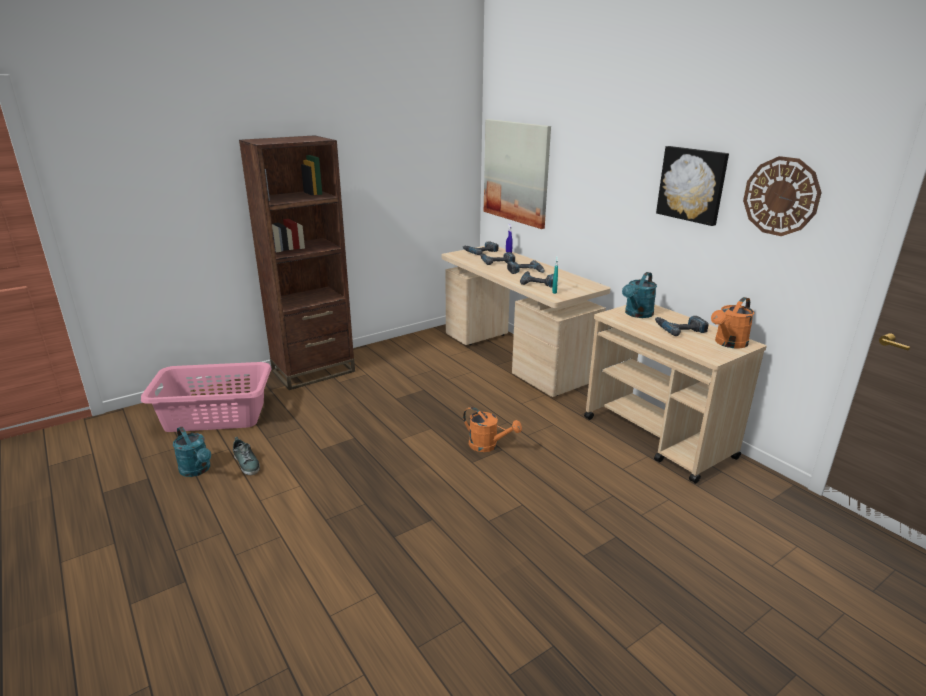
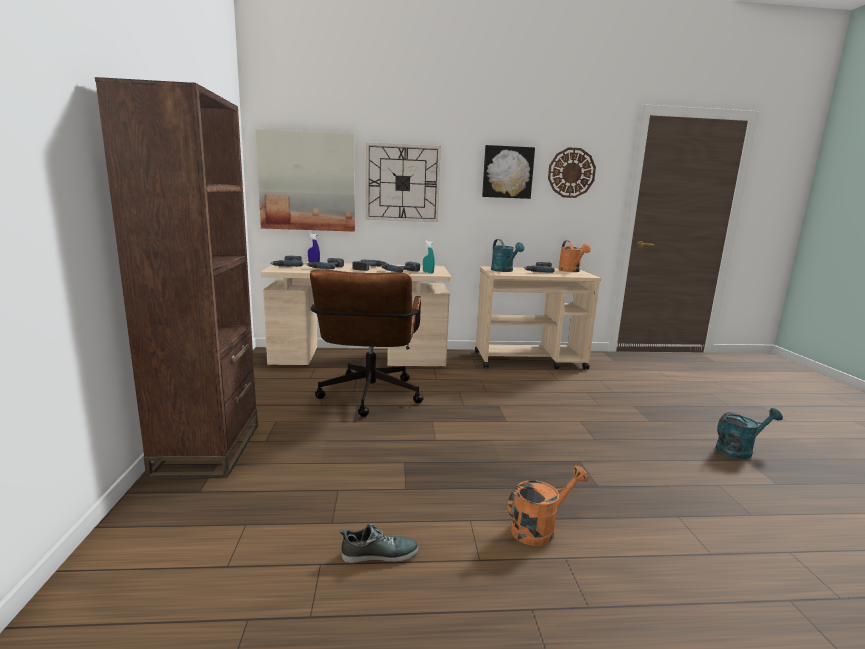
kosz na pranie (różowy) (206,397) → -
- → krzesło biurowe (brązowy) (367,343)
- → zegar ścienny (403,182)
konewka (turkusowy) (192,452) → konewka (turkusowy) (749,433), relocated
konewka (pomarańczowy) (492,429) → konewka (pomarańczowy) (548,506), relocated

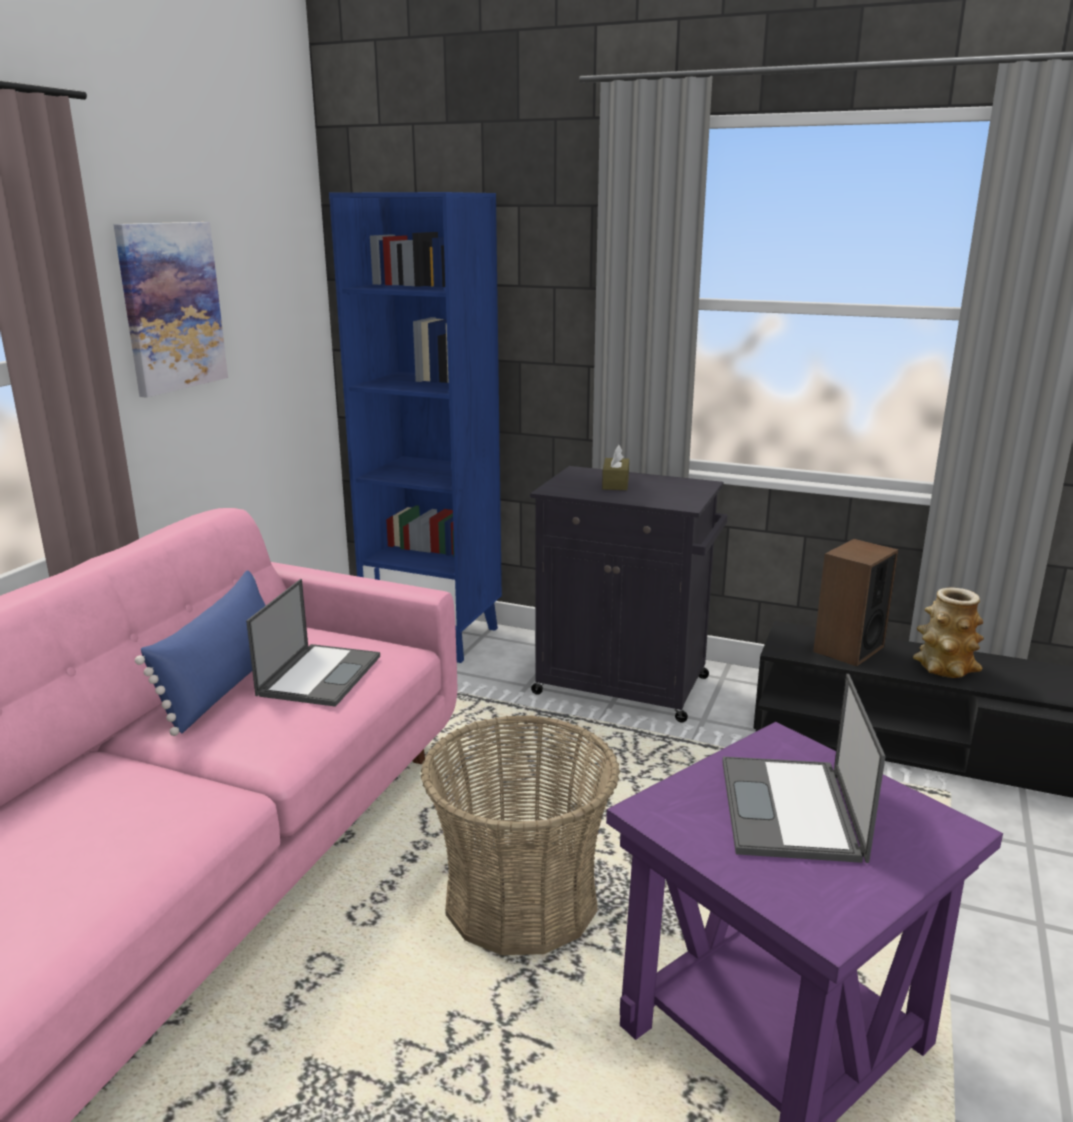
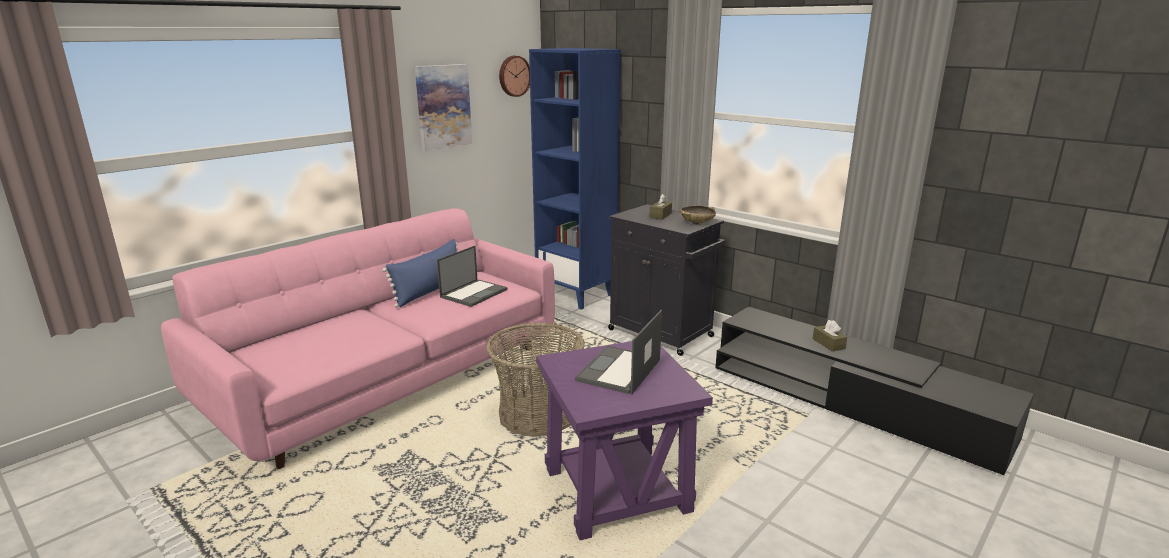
głośnik (855,602) → -
- → zegar ścienny (514,76)
- → miska (beżowy) (698,215)
wazon (948,633) → pudełko chusteczek (brązowy) (830,336)

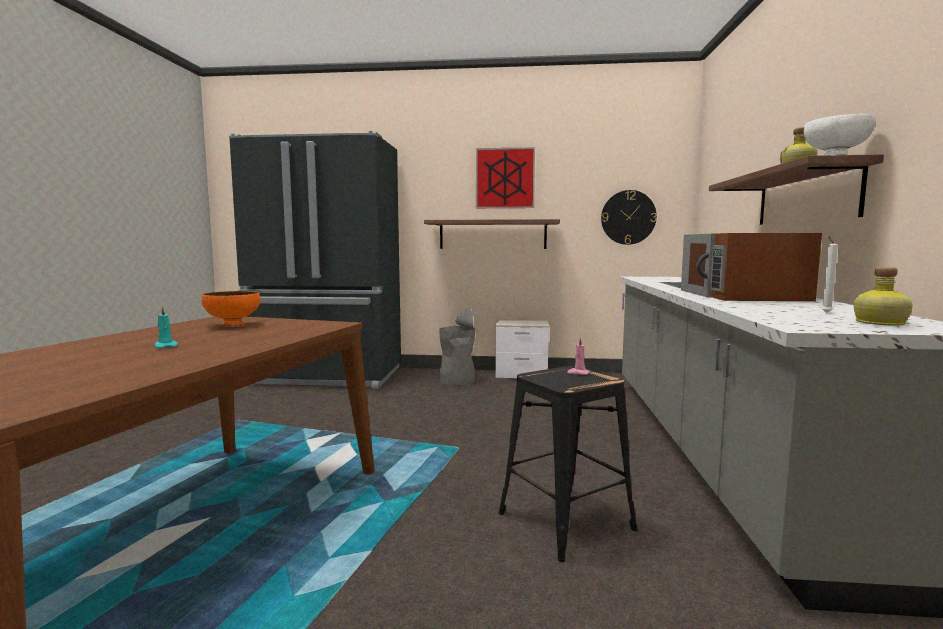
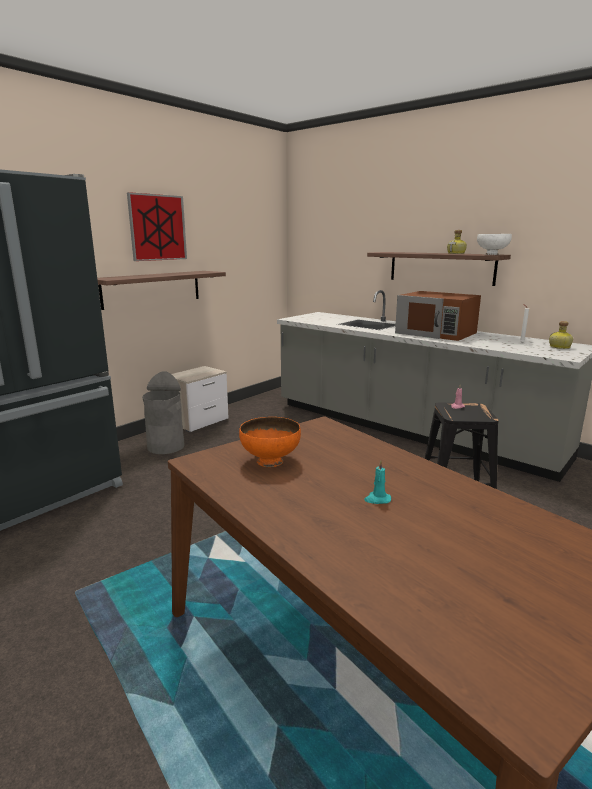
zegar ścienny (629,217) → -

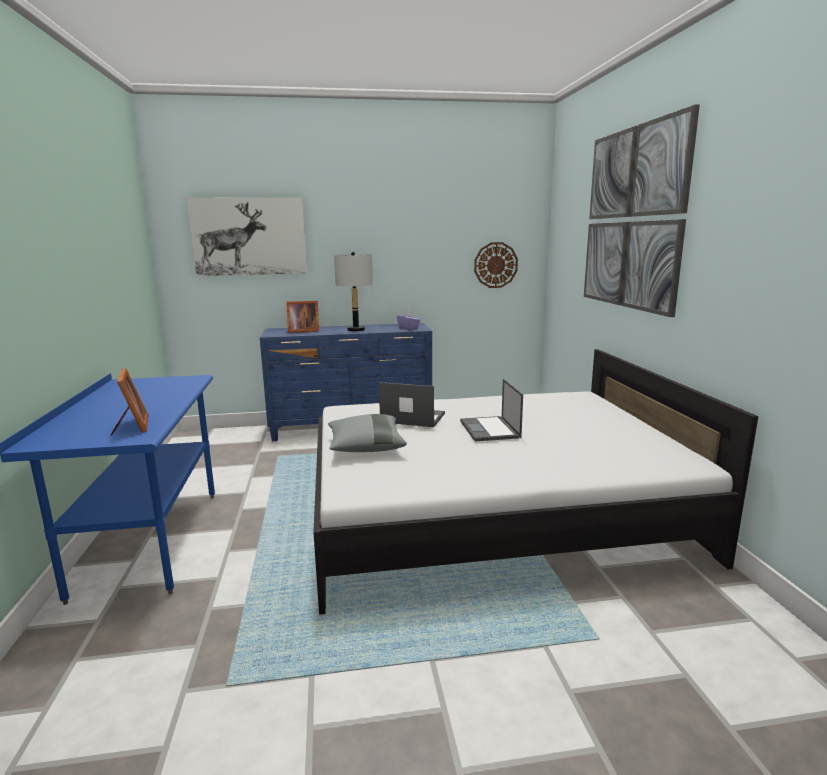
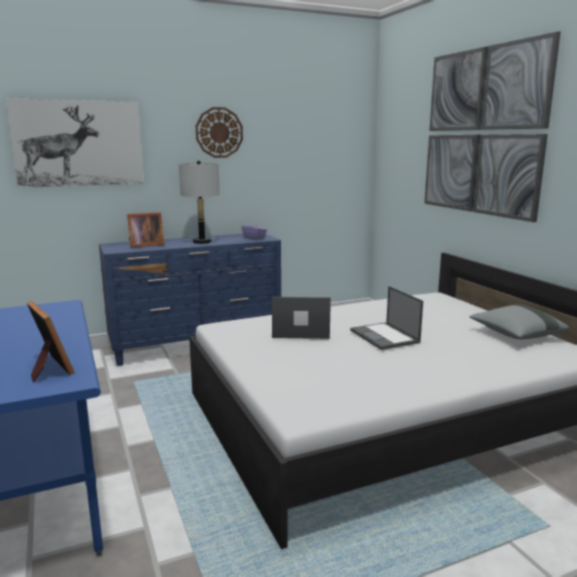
poduszka (szary) (367,433) → poduszka (szary) (520,322), relocated
zegar ścienny (496,265) → zegar ścienny (219,132), relocated

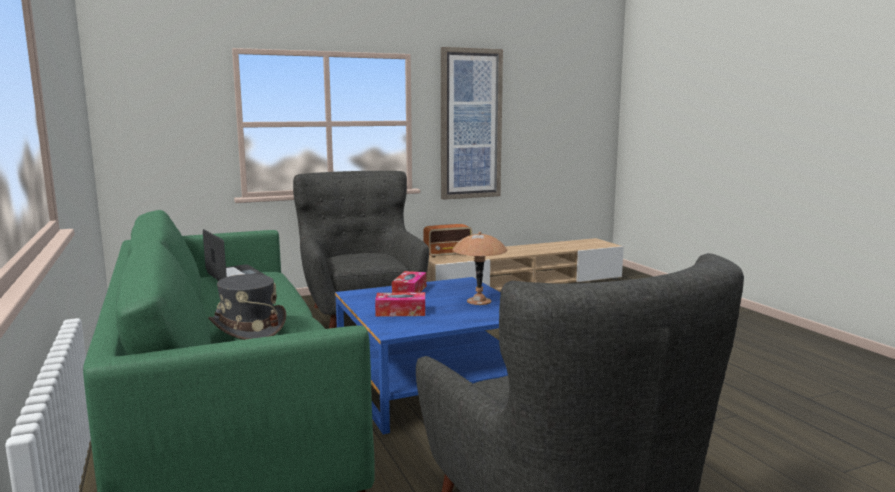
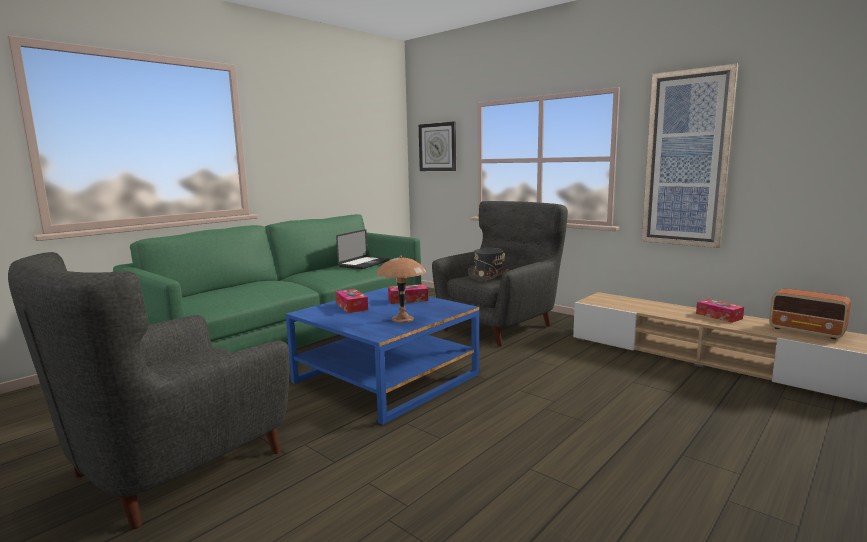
- → zegar ścienny (437,146)
- → pudełko chusteczek (720,311)
kapelusz (szary) (247,307) → kapelusz (szary) (488,264), relocated
radio (447,240) → radio (810,314), relocated

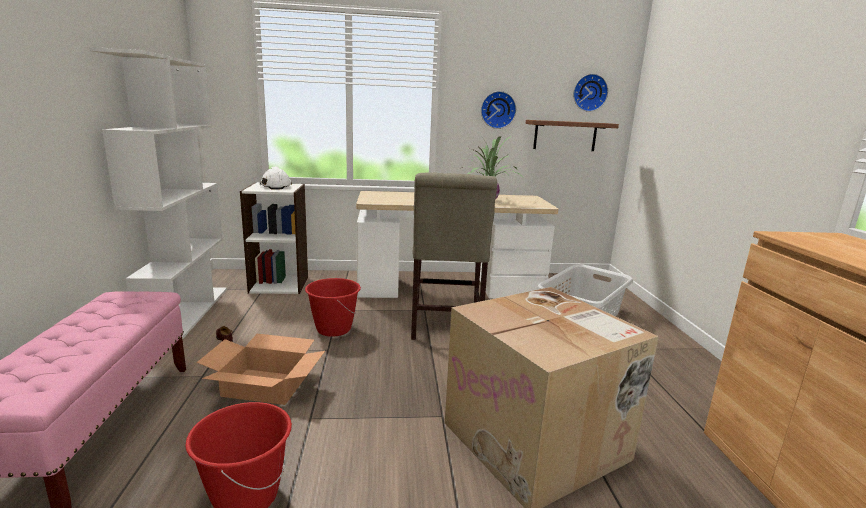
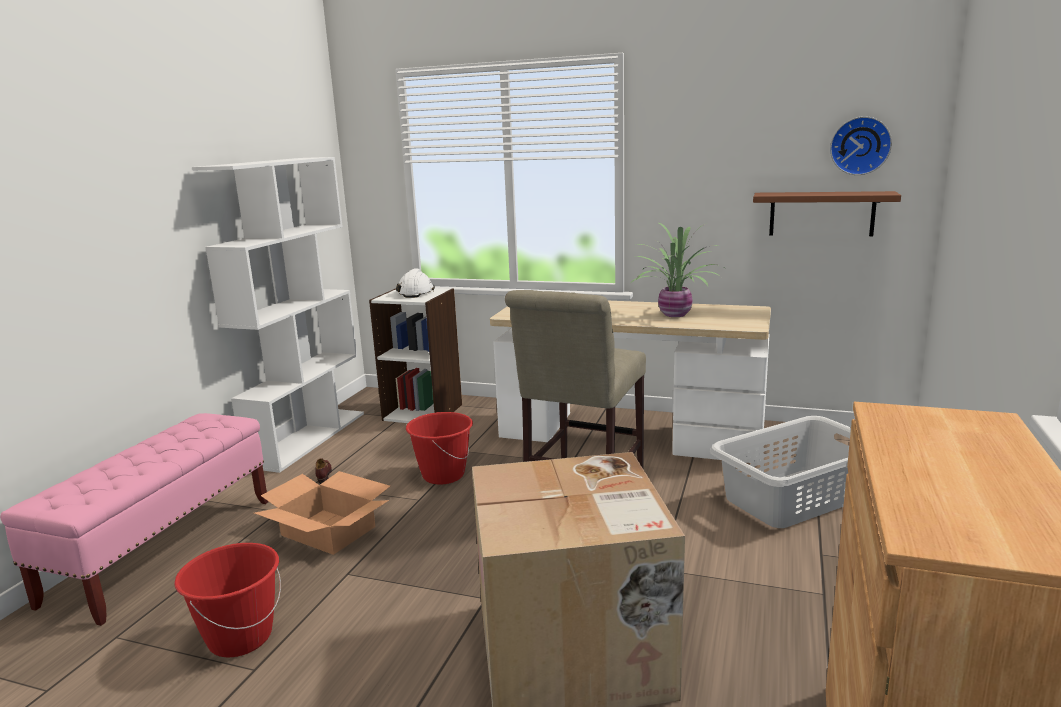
zegar ścienny (498,110) → -

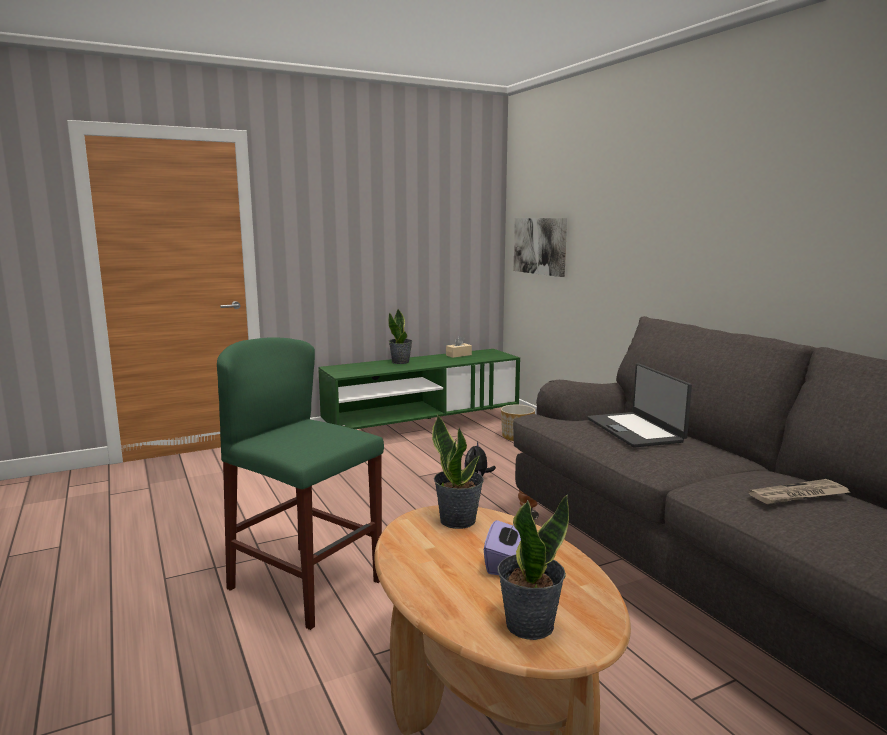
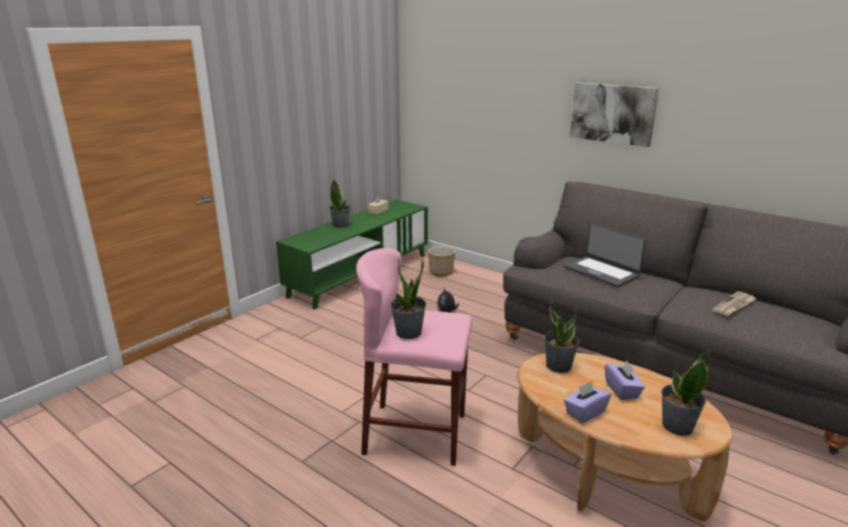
- → roślina doniczkowa (408,298)
- → pudełko chusteczek (fioletowy) (587,402)
obraz (540,247) → obraz (614,114), relocated
stołek (zielony) (300,483) → stołek (różowy) (414,357)

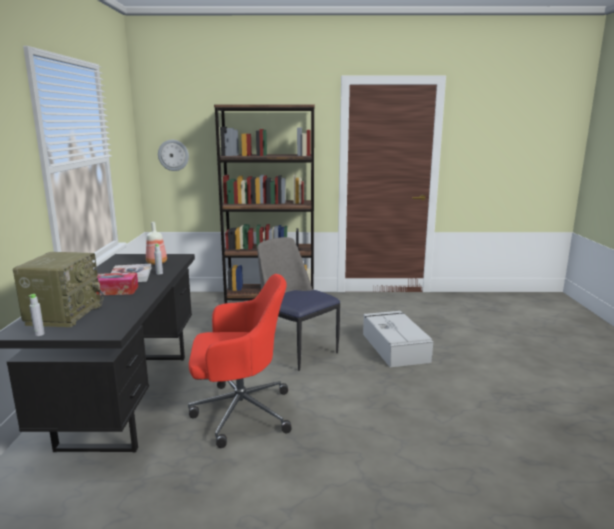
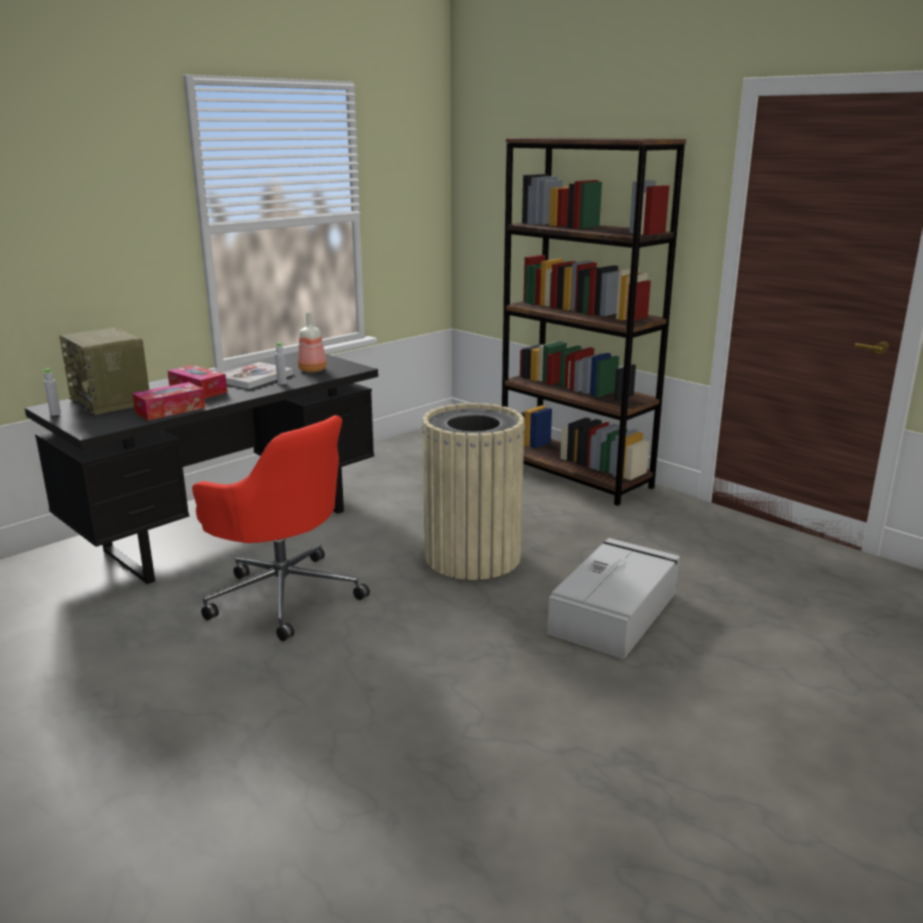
zegar ścienny (173,155) → -
- → pudełko chusteczek (168,401)
krzesło (298,304) → kosz na śmieci (beżowy) (473,491)
radio (58,289) → radio (104,371), 90 degrees clockwise

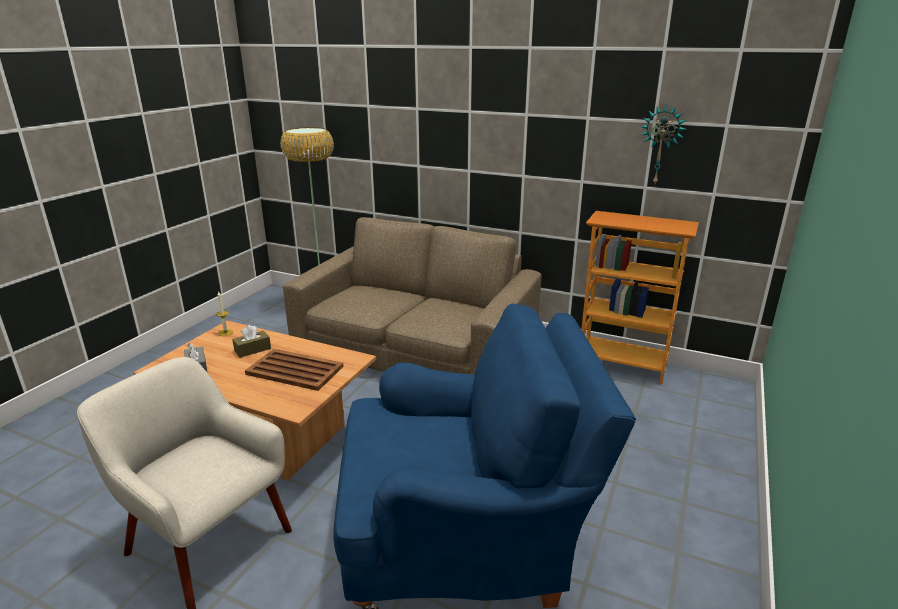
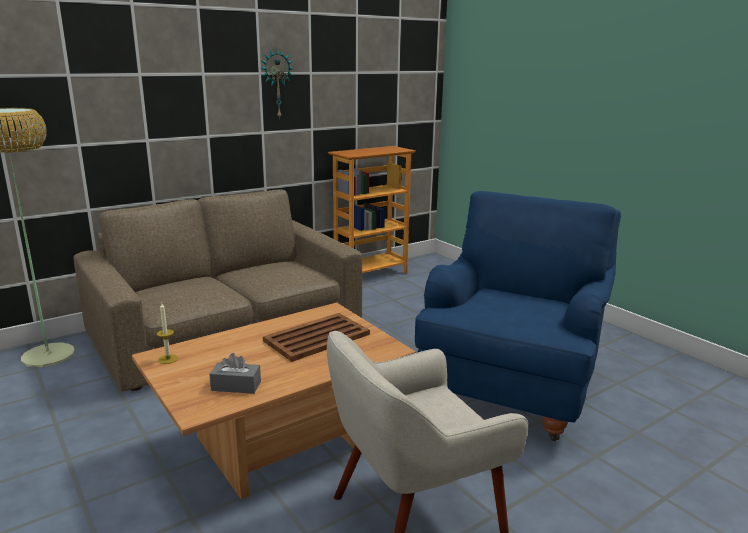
pudełko chusteczek (brązowy) (251,341) → -
zegar ścienny (663,144) → zegar ścienny (277,84), relocated

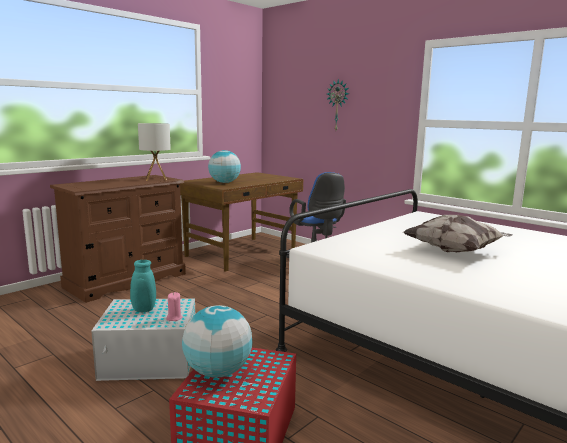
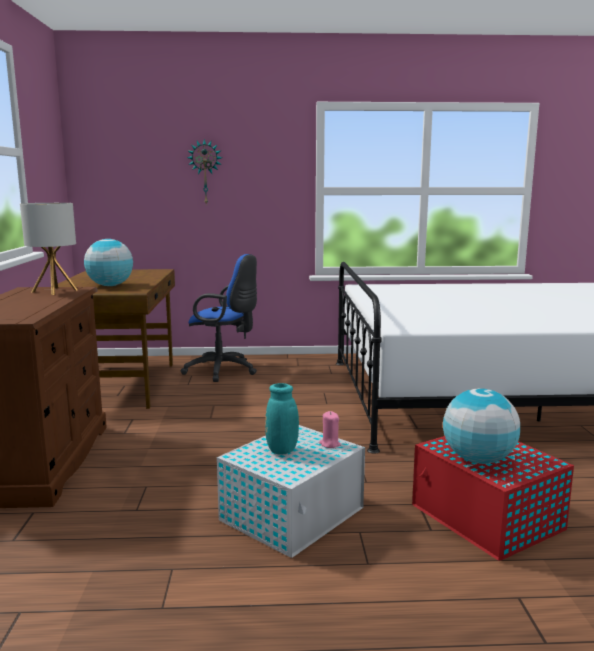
poduszka (457,233) → -

